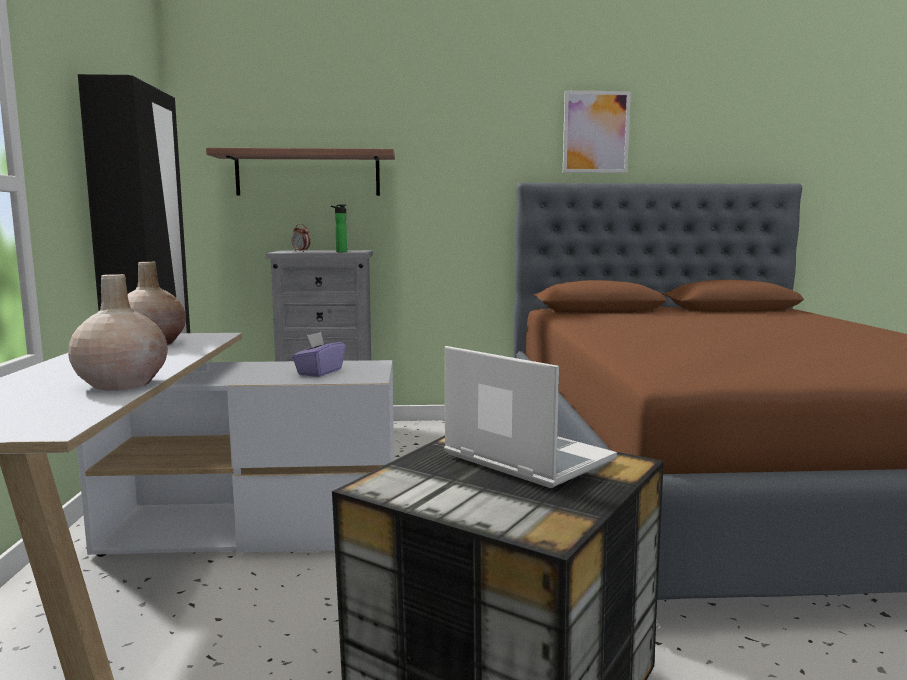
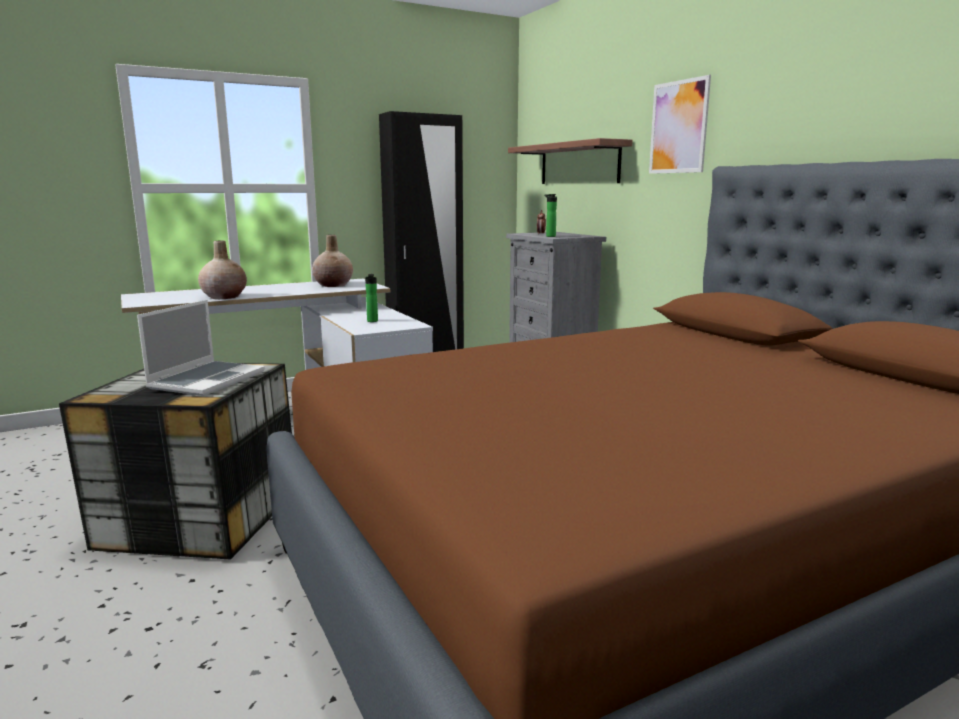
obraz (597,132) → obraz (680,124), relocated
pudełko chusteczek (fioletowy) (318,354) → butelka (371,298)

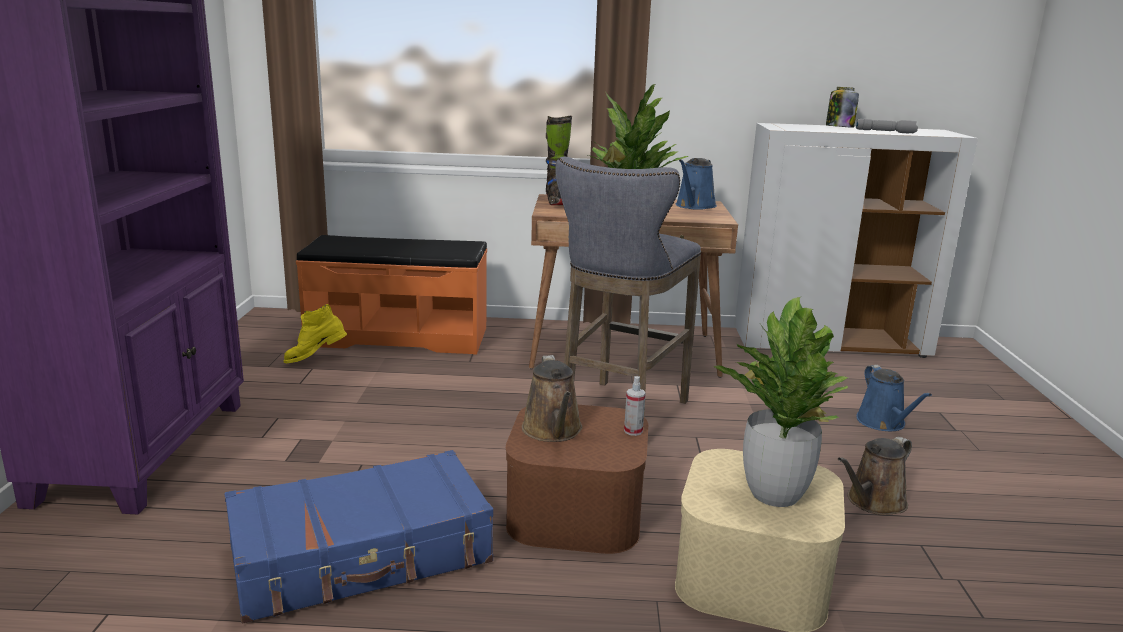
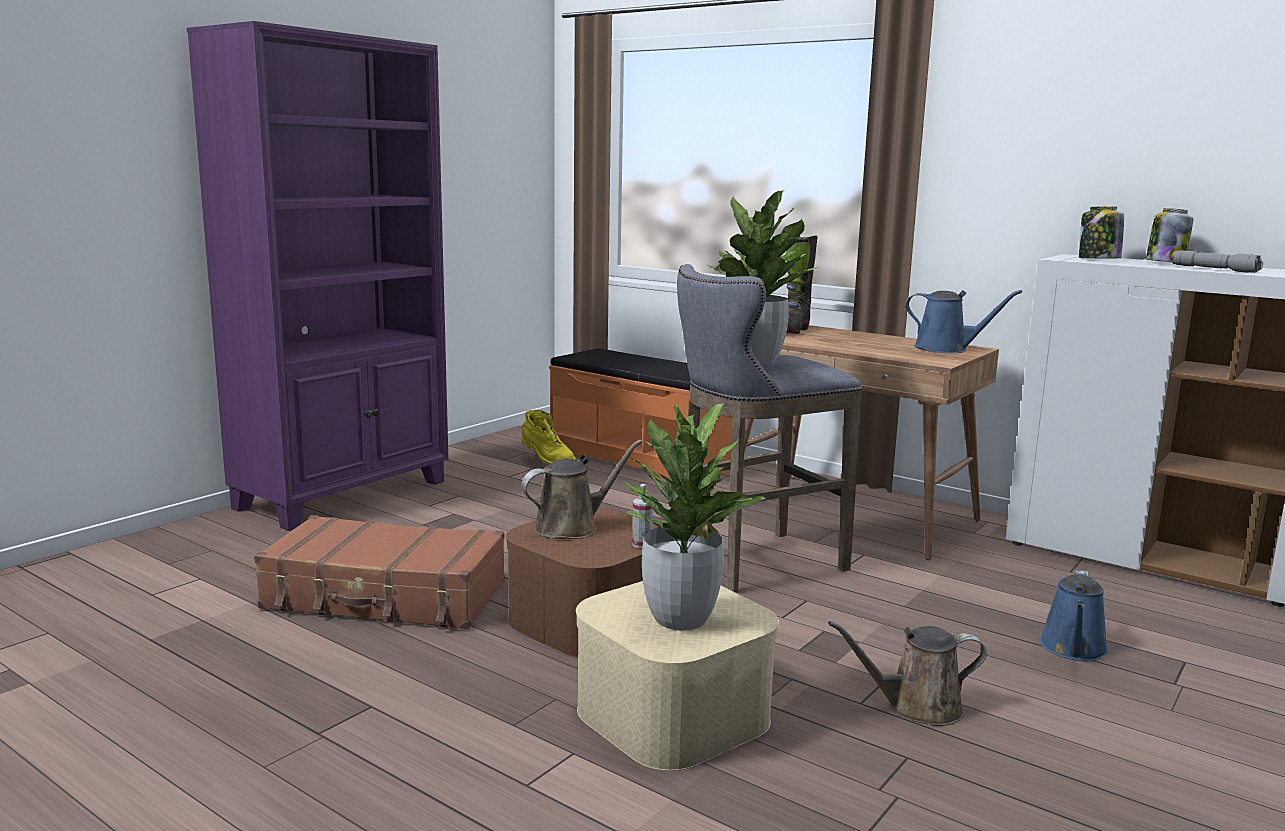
- → słoik (1101,232)
walizka (niebieski) (359,536) → walizka (brązowy) (379,572)
but z cholewką (żółty) (315,333) → but z cholewką (żółty) (549,437), 150 degrees counterclockwise
konewka (brązowy) (552,398) → konewka (brązowy) (581,489), 150 degrees counterclockwise
konewka (niebieski) (696,184) → konewka (niebieski) (963,321), 120 degrees counterclockwise

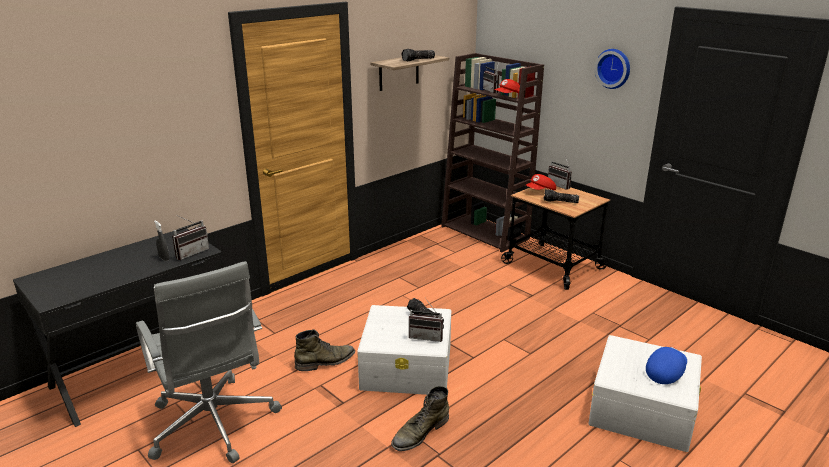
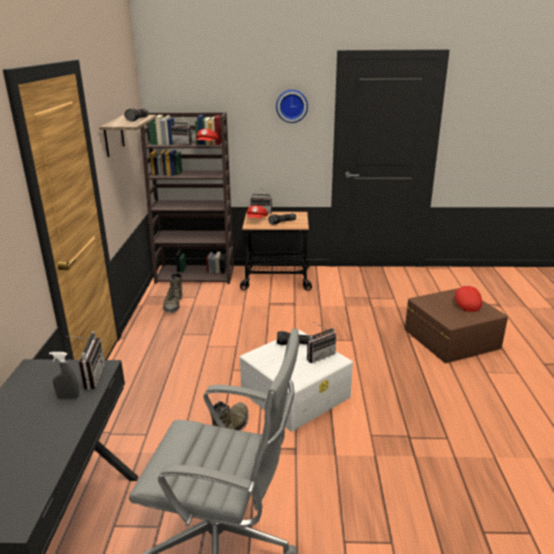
but z cholewką (zielony) (420,418) → but z cholewką (zielony) (172,293), relocated
pojemnik do przechowywania (biały) (645,393) → pojemnik do przechowywania (brązowy) (456,325)
czapka z daszkiem (niebieski) (666,365) → czapka z daszkiem (czerwony) (468,298)

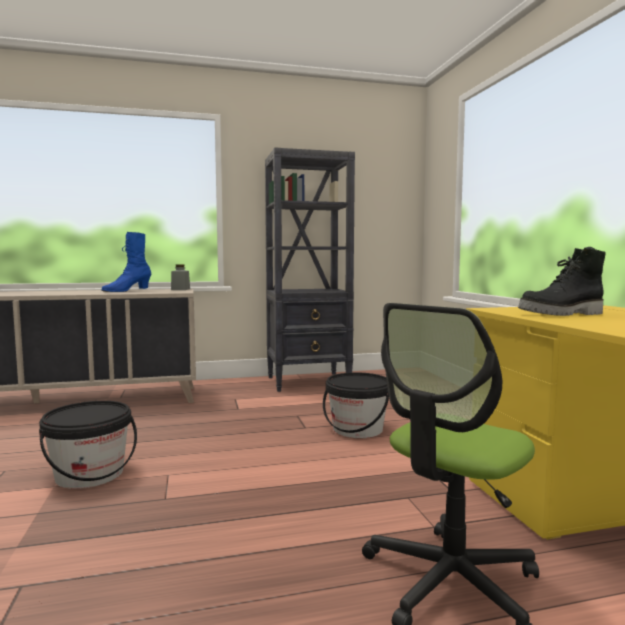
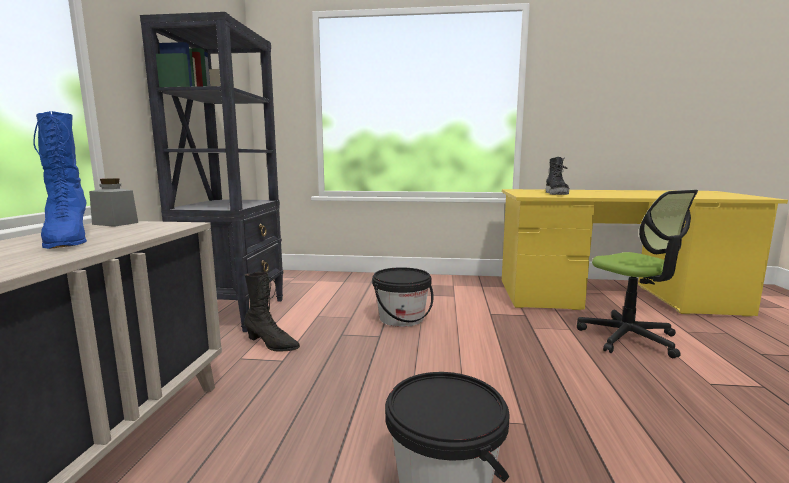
- → but z cholewką (czarny) (272,312)

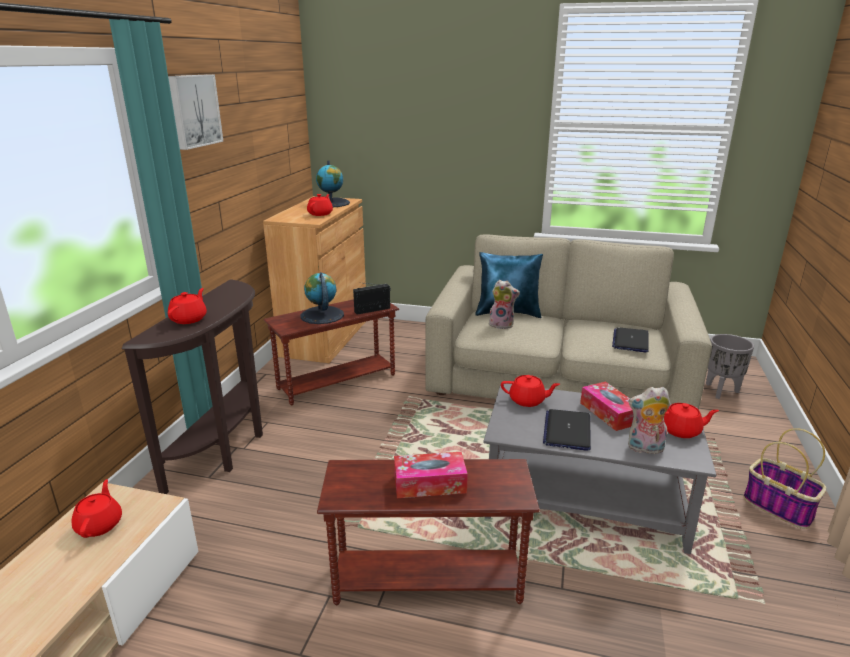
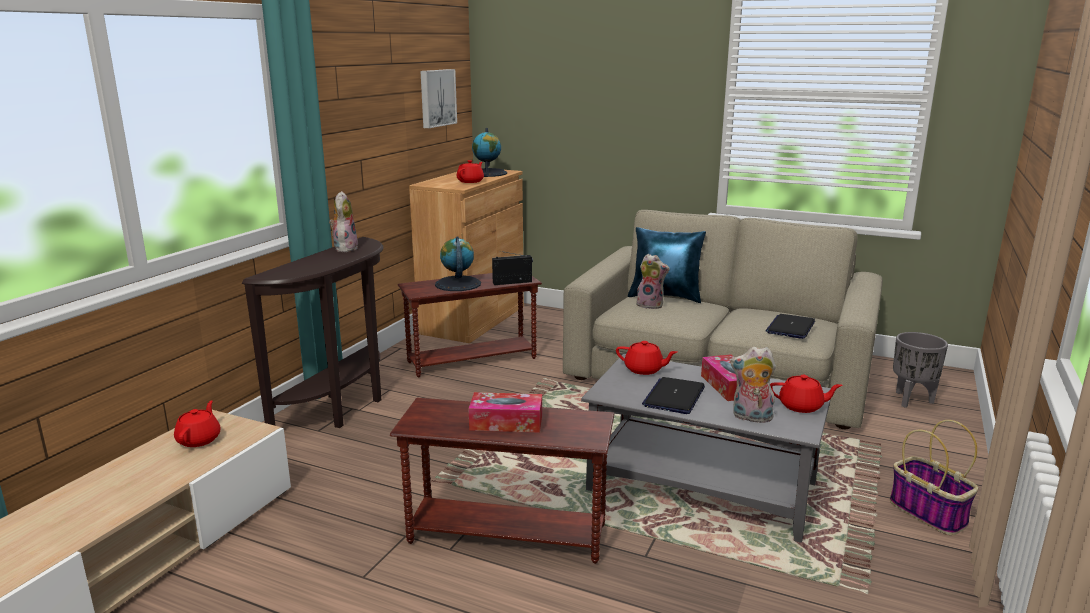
imbryk (czerwony) (187,306) → -
- → pluszak (343,221)
obraz (196,112) → obraz (438,98), relocated

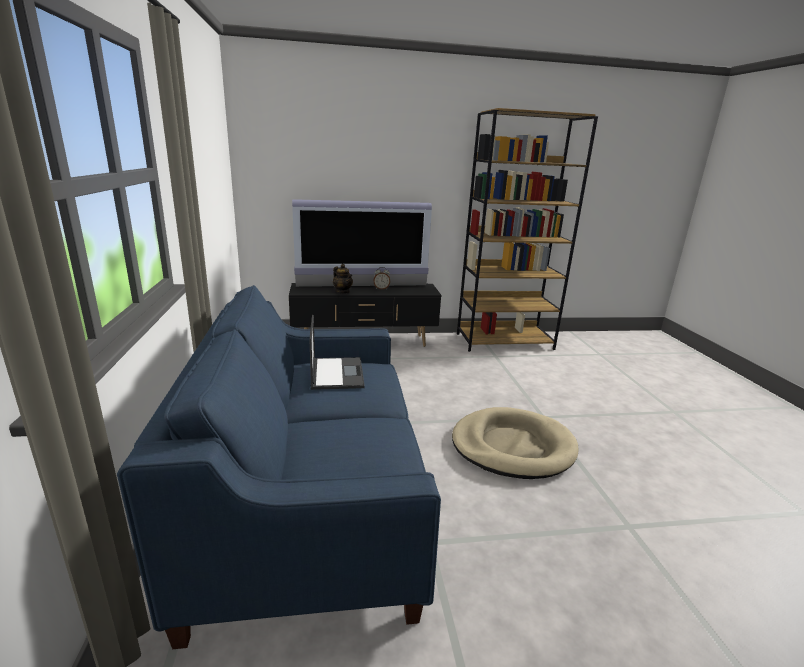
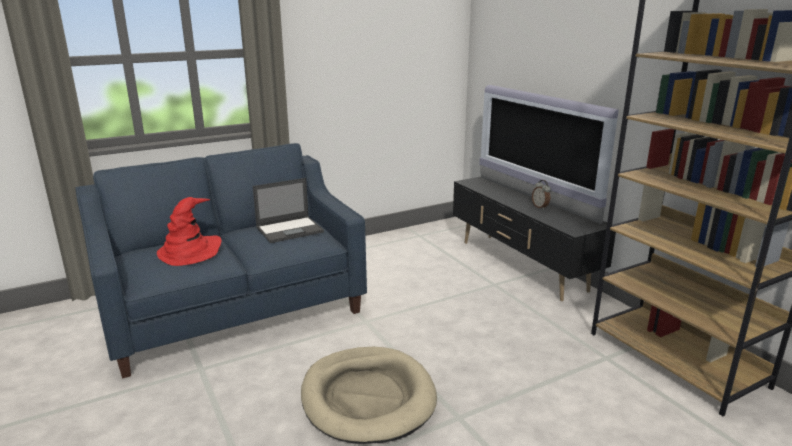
imbryk (343,279) → -
- → kapelusz (czerwony) (189,231)

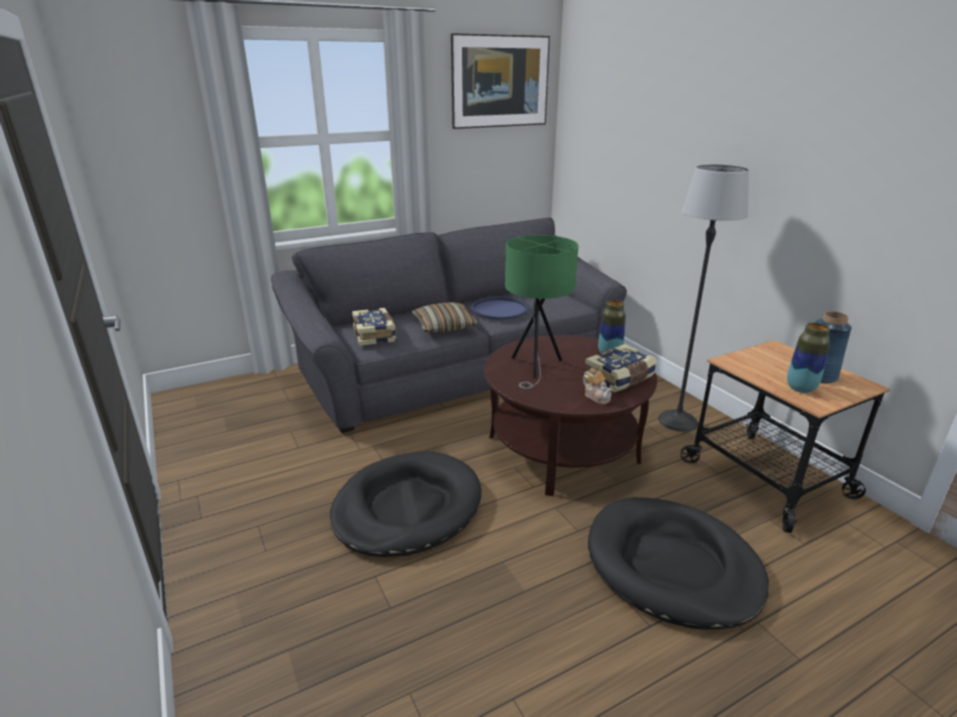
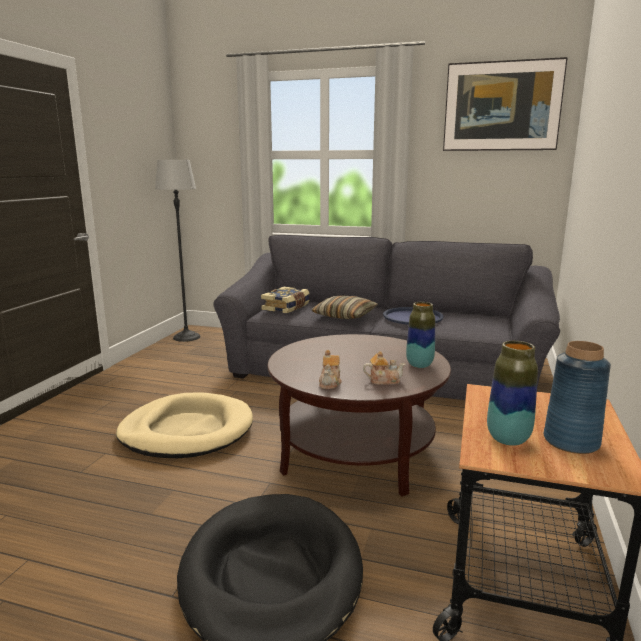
lampa stołowa (zielony) (541,312) → -
lampa stojąca (703,298) → lampa stojąca (177,251), relocated
książka (620,368) → imbryk (384,368)
legowisko (czarny) (405,504) → legowisko (beżowy) (184,425)

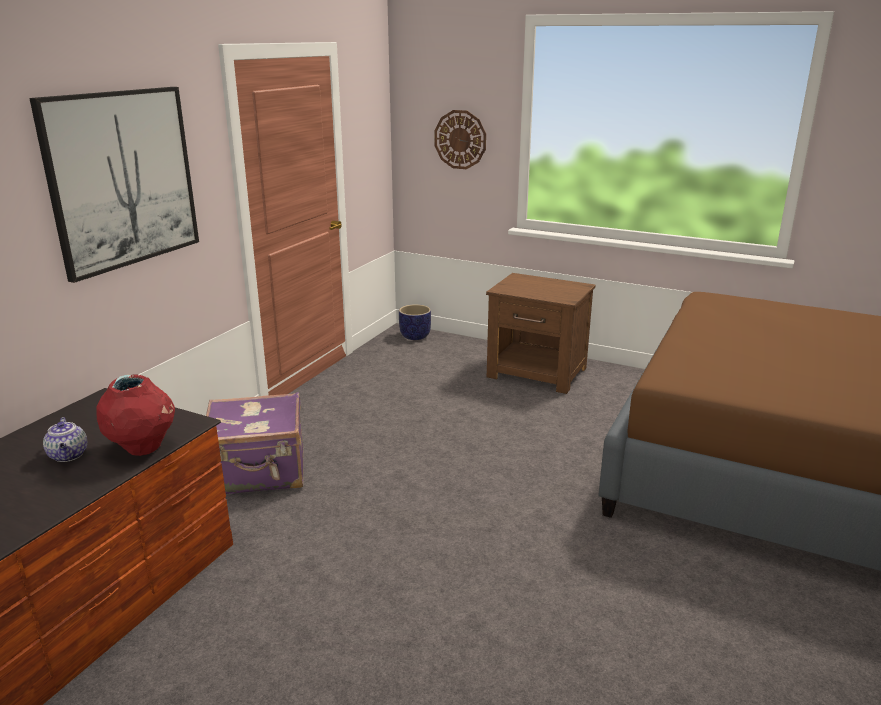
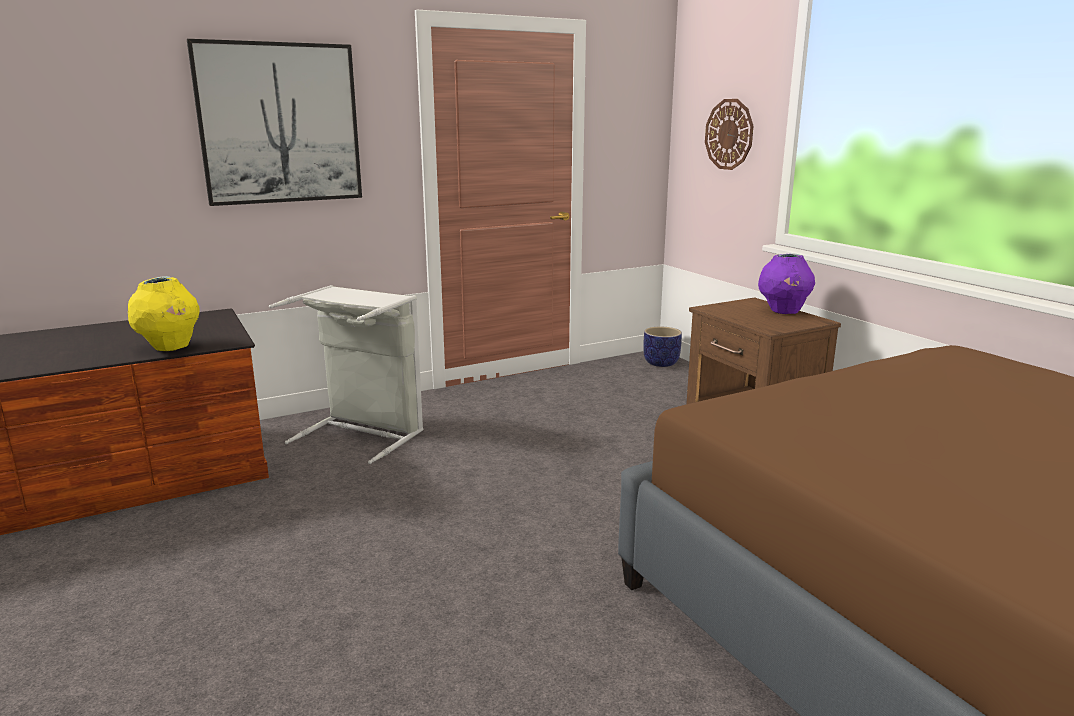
imbryk (65,439) → -
- → wazon (fioletowy) (786,283)
walizka (fioletowy) (254,443) → kosz na pranie (szary) (346,374)
wazon (czerwony) (135,415) → wazon (żółty) (164,313)

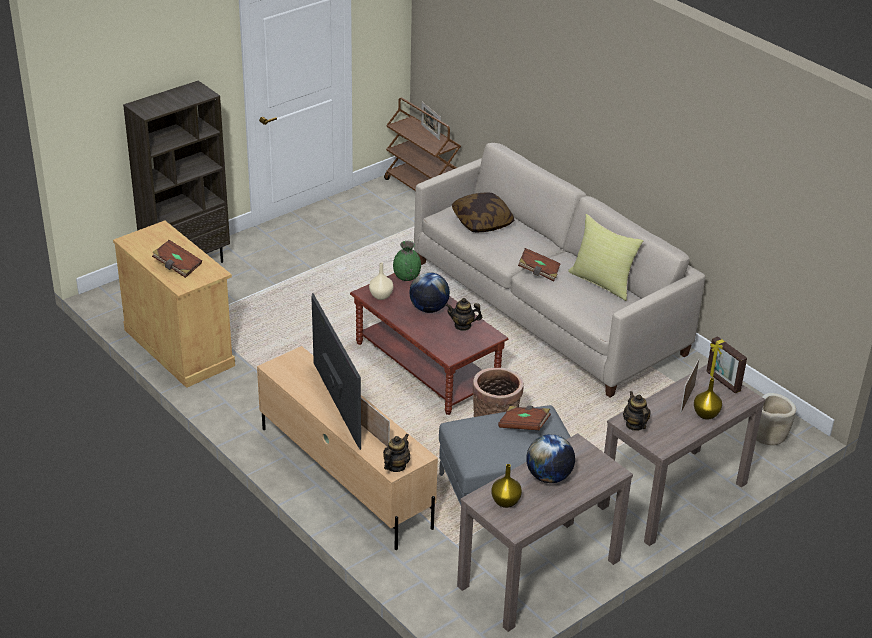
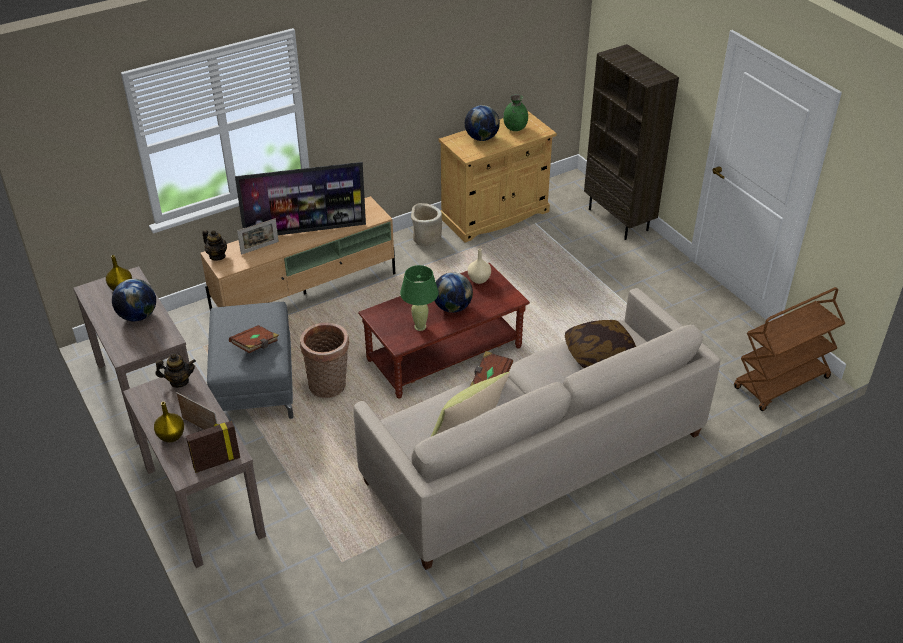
ramka na zdjęcie (431,121) → -
wazon (zielony) (407,261) → wazon (zielony) (515,112), relocated
donica (beżowy) (776,419) → donica (beżowy) (426,224), relocated
książka (brązowy) (177,259) → globus (482,123)
imbryk (464,314) → lampa stołowa (zielony) (419,298)

